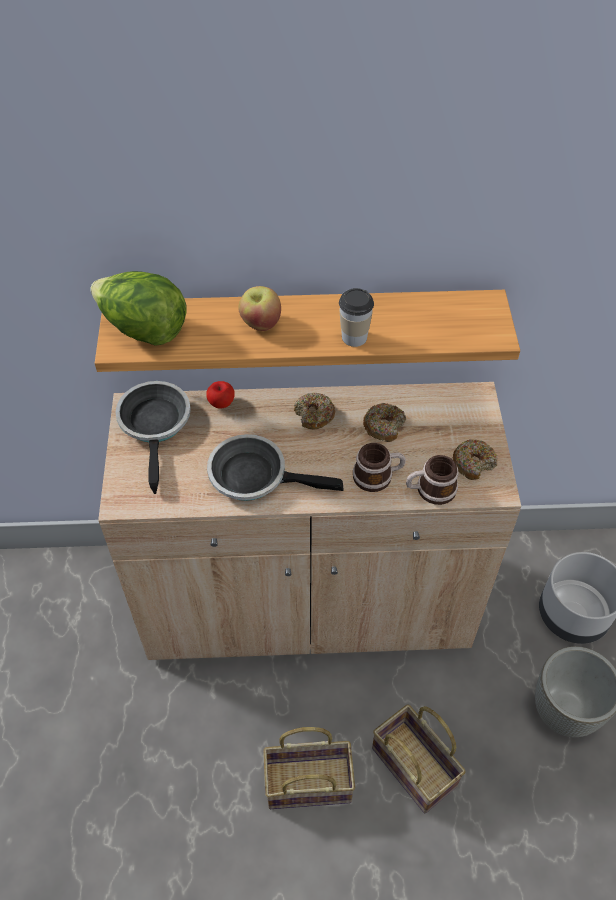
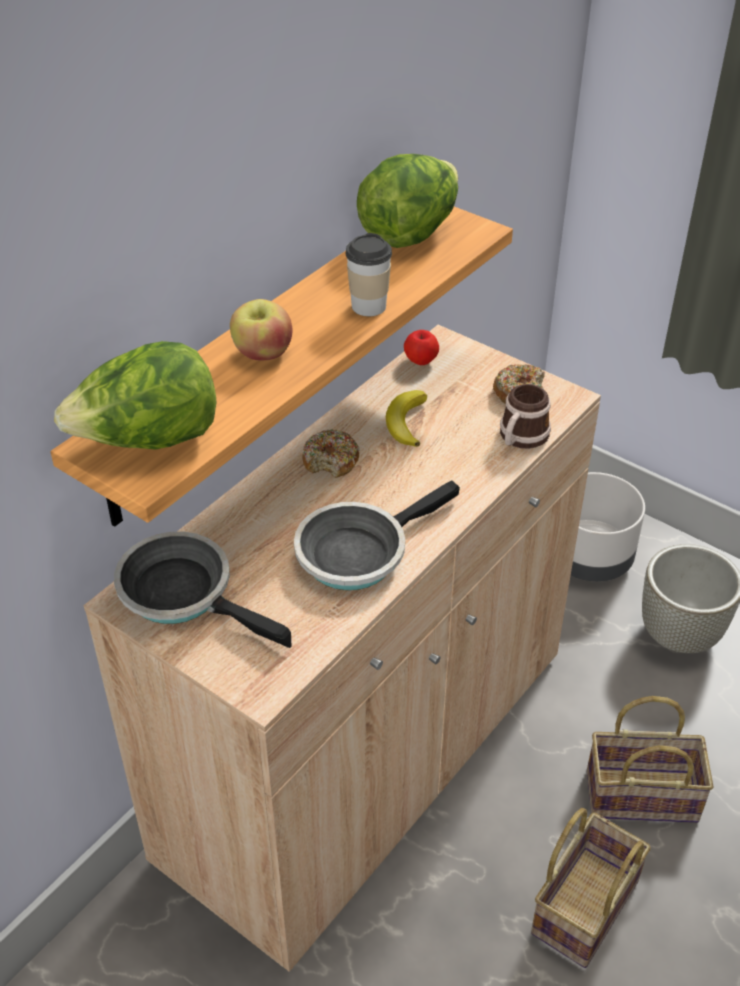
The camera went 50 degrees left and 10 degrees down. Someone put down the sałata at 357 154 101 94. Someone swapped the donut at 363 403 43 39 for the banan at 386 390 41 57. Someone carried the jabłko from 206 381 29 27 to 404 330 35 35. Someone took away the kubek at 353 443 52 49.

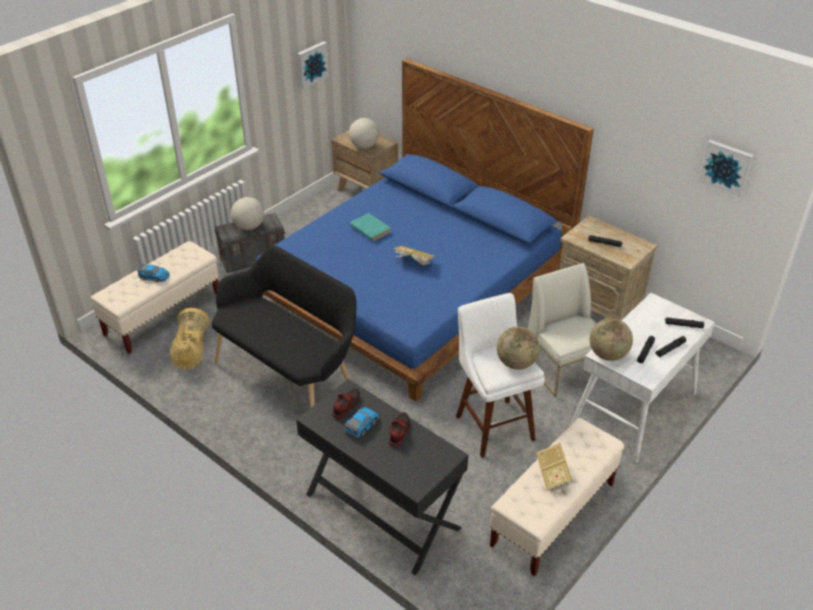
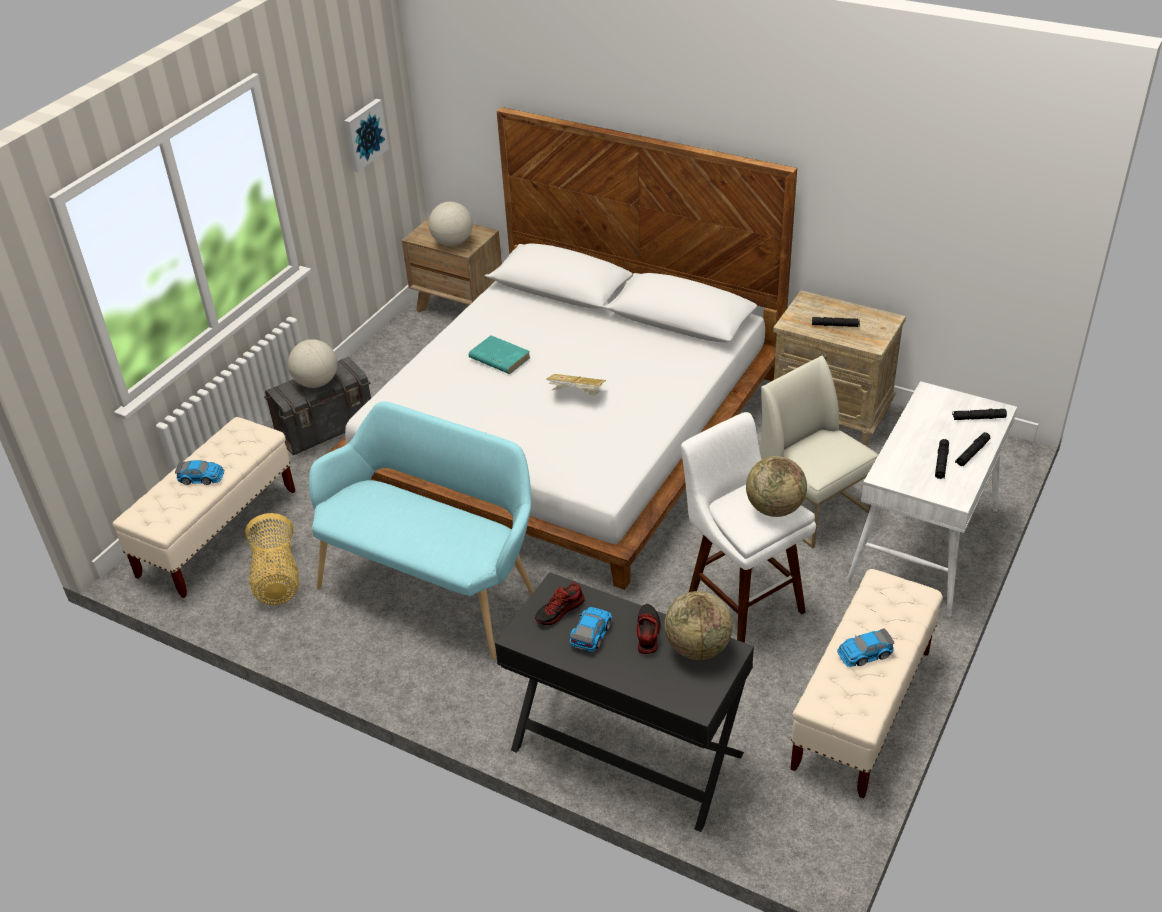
The camera went 10 degrees left and 0 degrees up. Someone repainted the ławka (czarny) at 212 246 144 162, which became the ławka (turkusowy) at 309 401 225 258. Someone repainted the łóżko (niebieski) at 256 58 337 343, which became the łóżko (biały) at 326 107 471 483. Someone rotated the but at 332 388 28 30 by 150 degrees counterclockwise. Someone carried the globus from 590 318 43 43 to 664 591 69 69. Someone swapped the książka at 536 443 38 49 for the samochodzik at 837 628 57 39. Someone took away the obraz at 698 140 56 57.

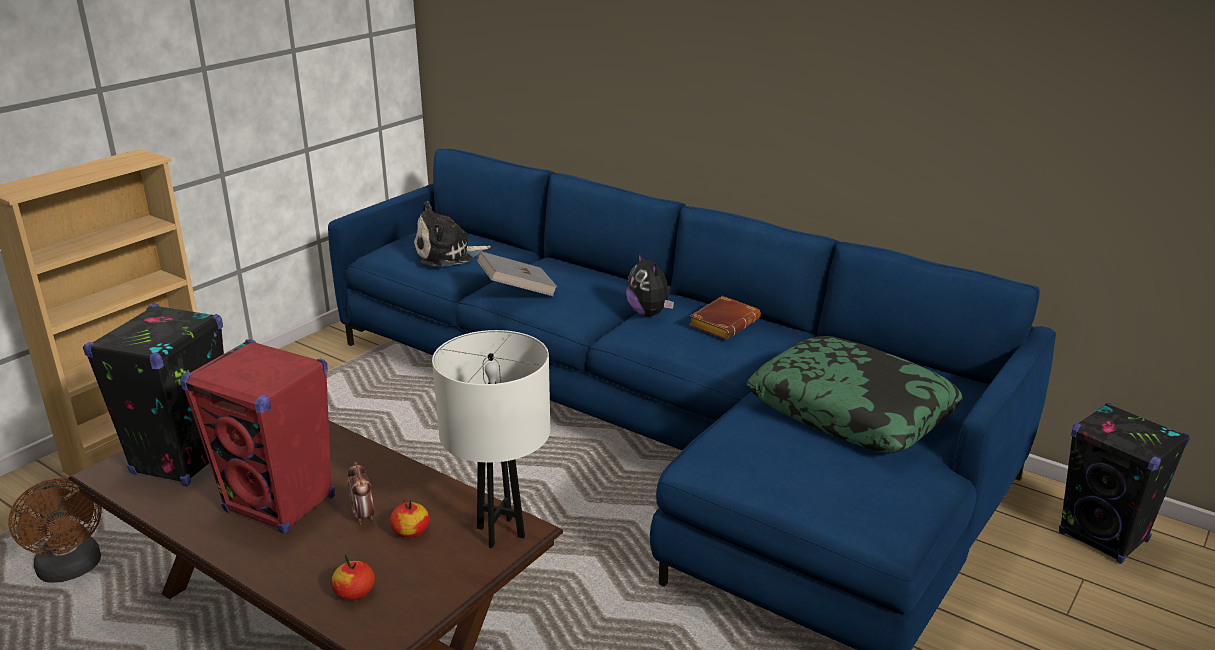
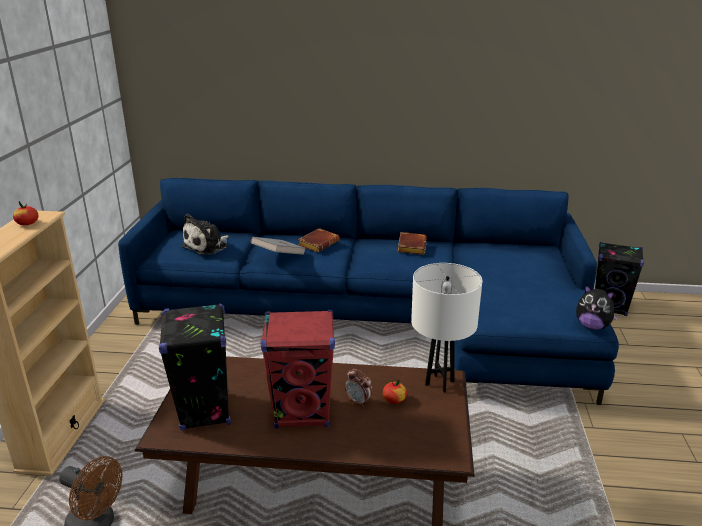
The camera went 30 degrees left and 0 degrees up. Someone carried the jabłko from 331 554 44 46 to 13 201 25 24. Someone put down the książka (brązowy) at 298 228 42 24. Someone carried the pluszak from 626 252 48 65 to 576 285 43 45. Someone took away the poduszka at 747 336 216 117.

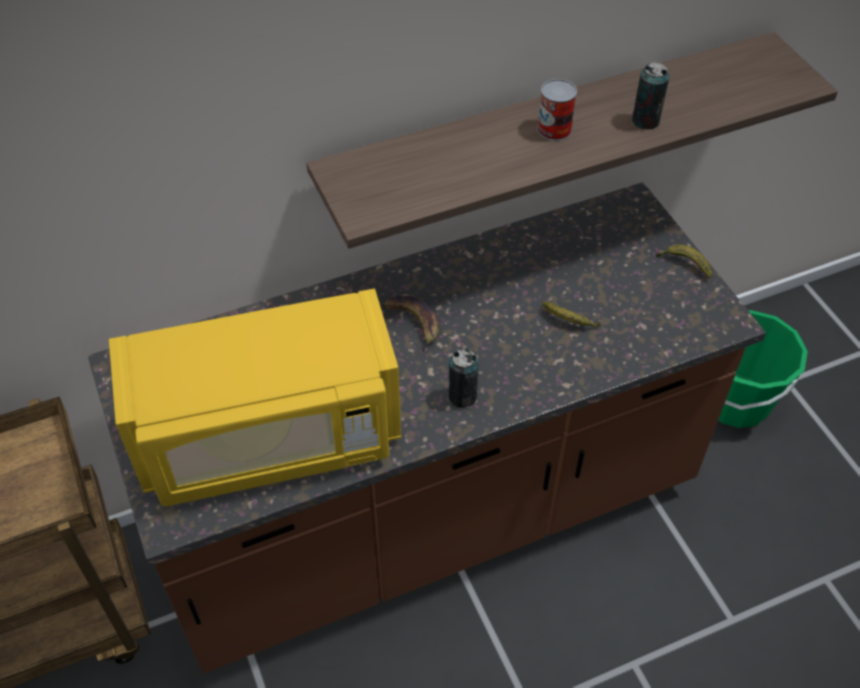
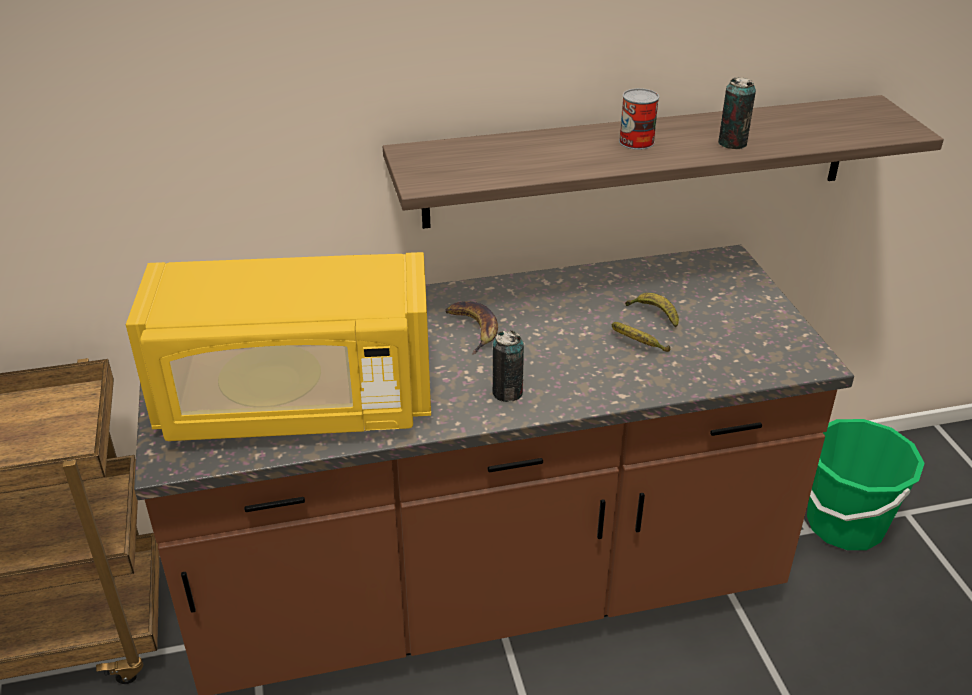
The camera went 10 degrees right and 15 degrees down. Someone carried the banan from 656 244 56 35 to 625 293 54 35.

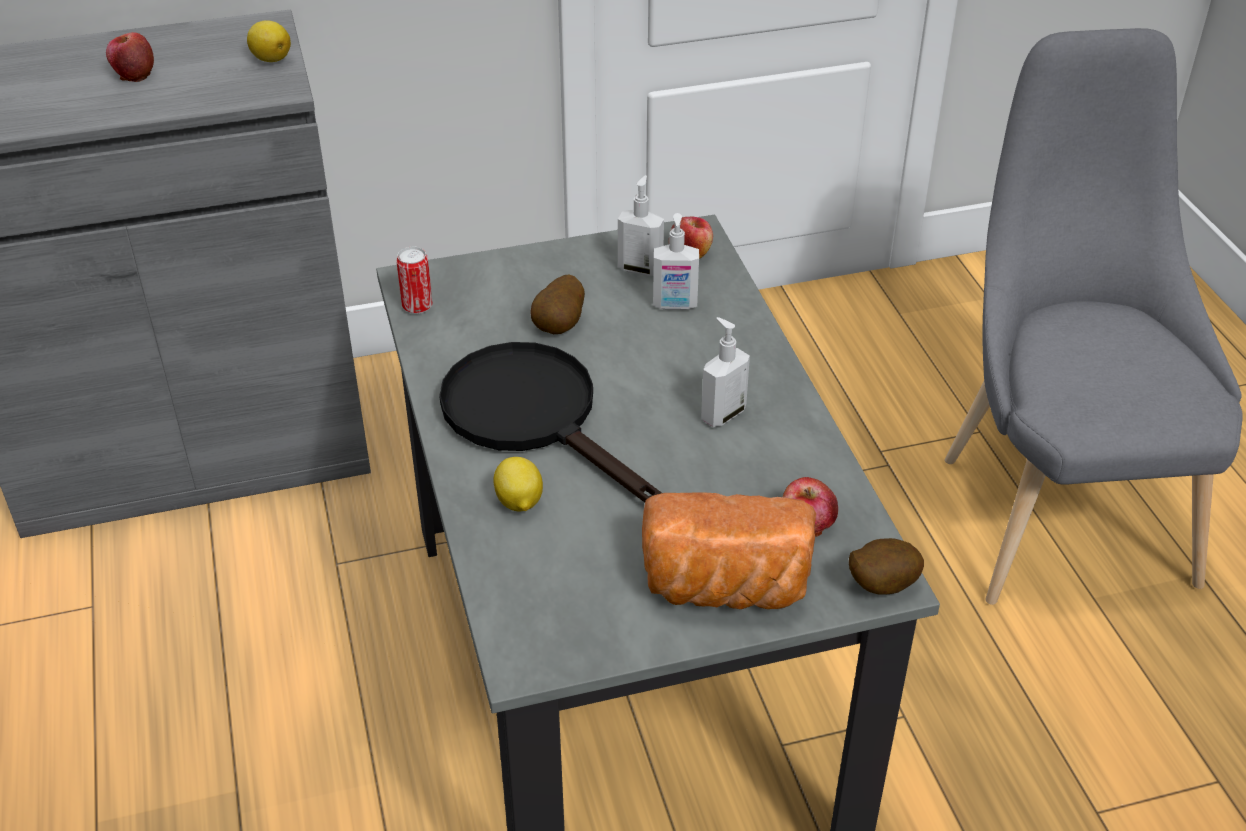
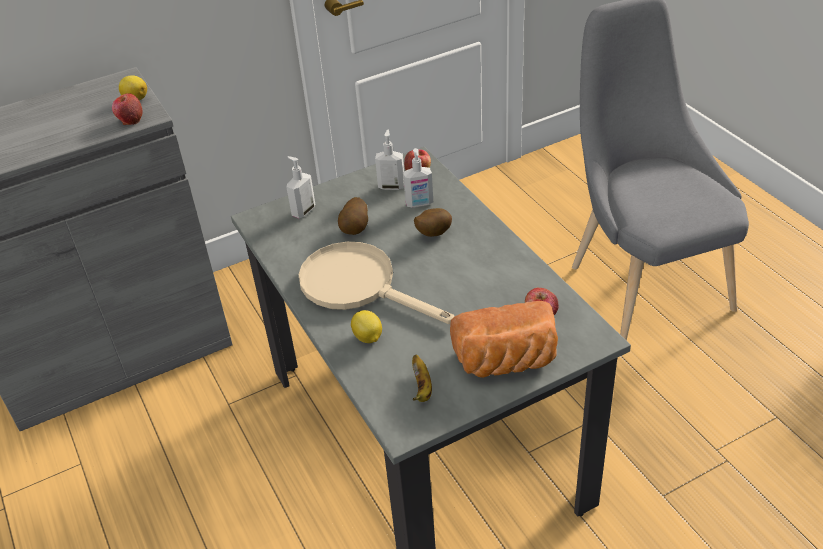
The camera went 10 degrees left and 0 degrees up. Someone carried the jabłko from 106 32 48 50 to 112 93 30 32. Someone carried the dozownik mydła from 701 317 49 110 to 286 156 29 62. Someone repainted the patelnia (czarny) at 439 342 223 160, which became the patelnia (beżowy) at 298 242 156 82. Someone put down the banan at 412 354 20 48. Someone carried the ziemniak from 849 538 75 57 to 414 208 38 29. Someone took away the puszka at 396 247 37 67.

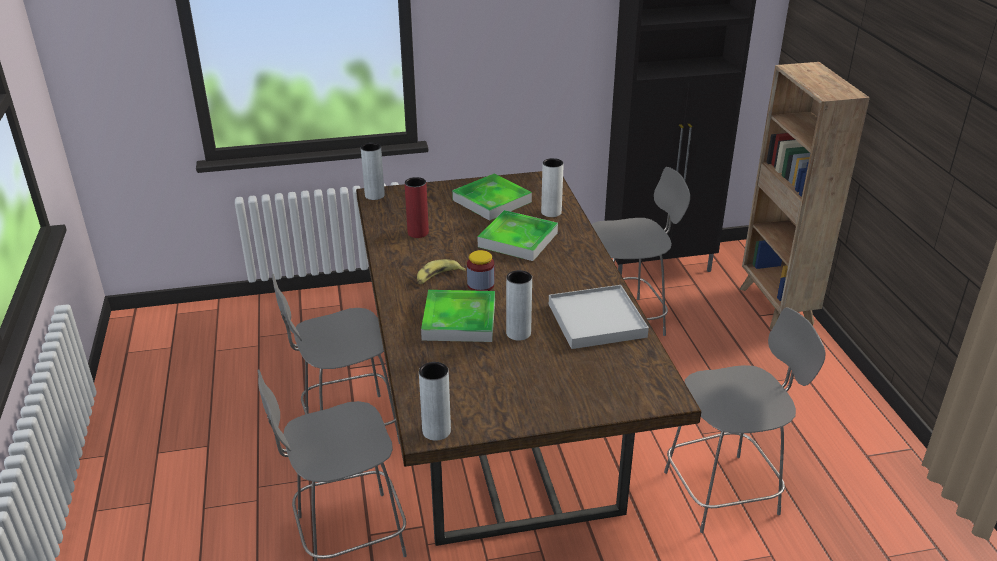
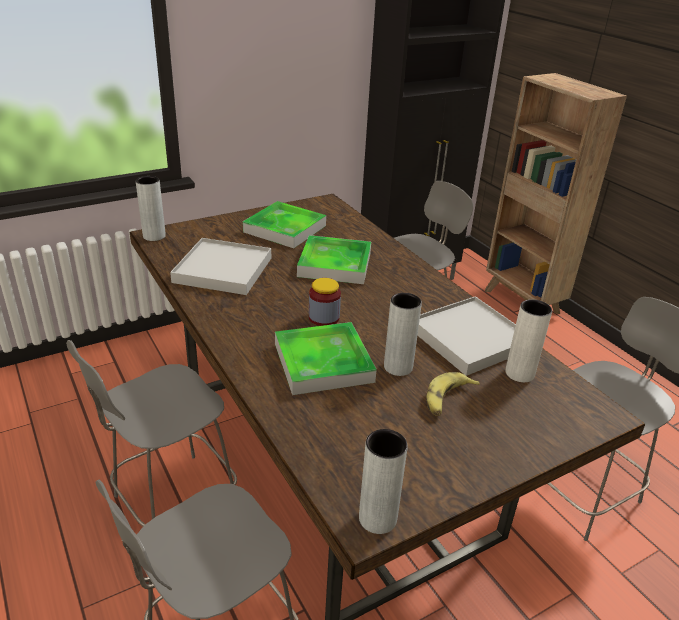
The camera went 20 degrees left and 0 degrees up. Someone swapped the wazon (czerwony) at 404 177 25 61 for the taca (biały) at 170 238 101 57. Someone carried the banan from 417 259 49 25 to 426 372 54 44. Someone carried the wazon (biały) from 541 158 23 59 to 505 299 47 83.

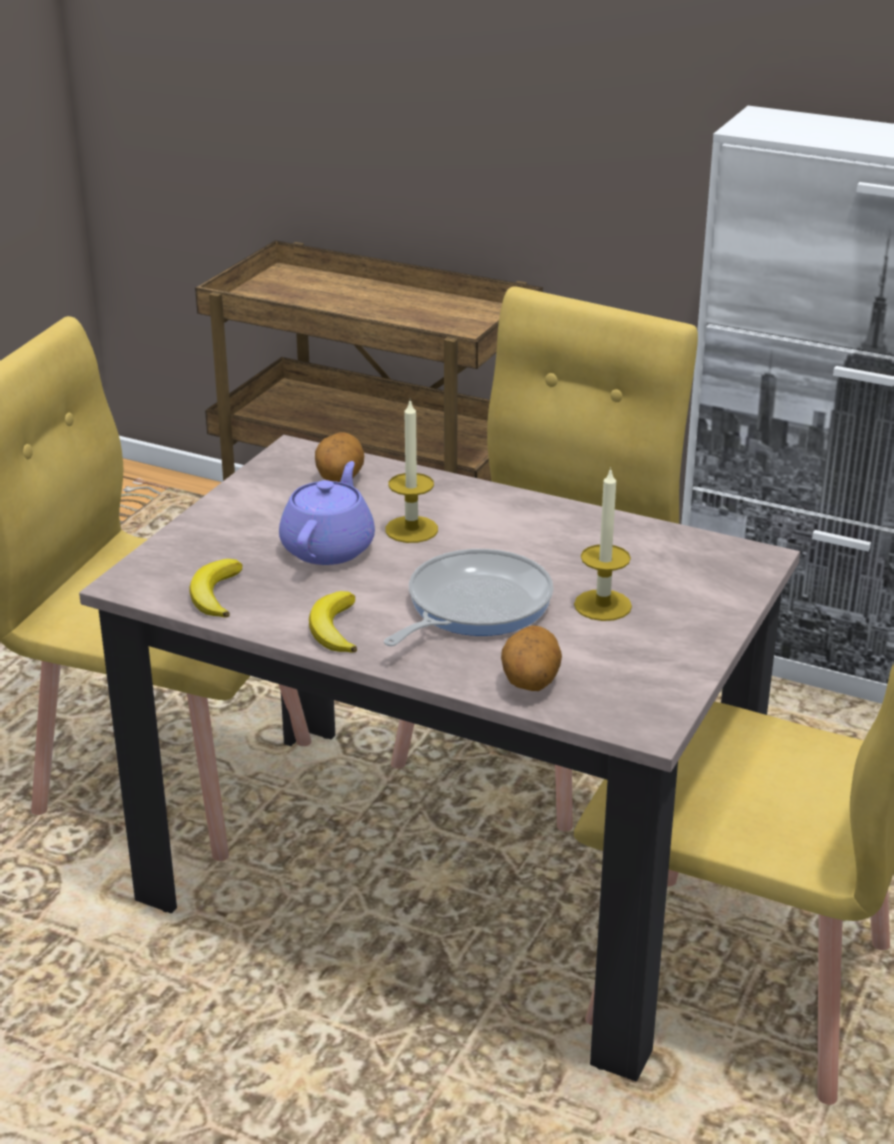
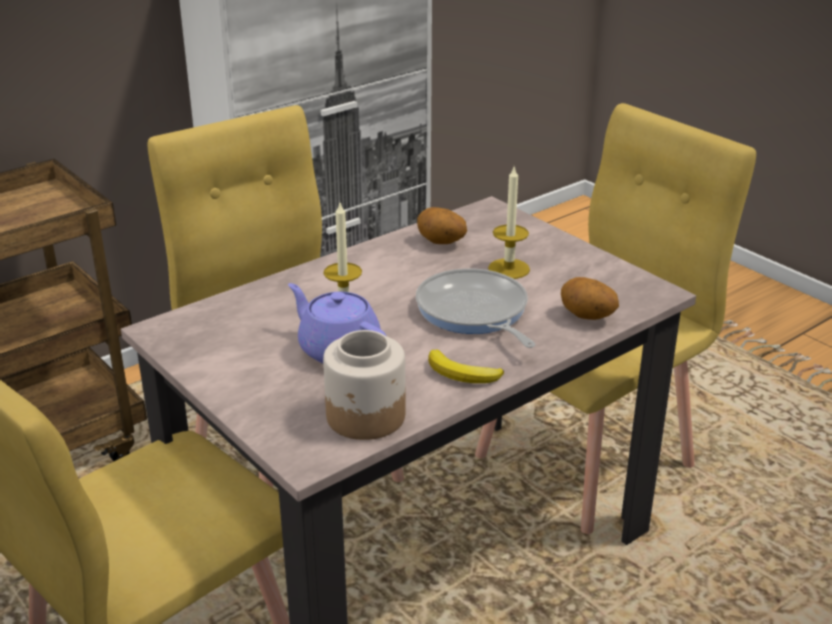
The camera went 65 degrees left and 0 degrees up. Someone swapped the banan at 189 559 53 59 for the słoik at 323 330 82 110. Someone carried the ziemniak from 315 432 49 50 to 417 207 50 37.

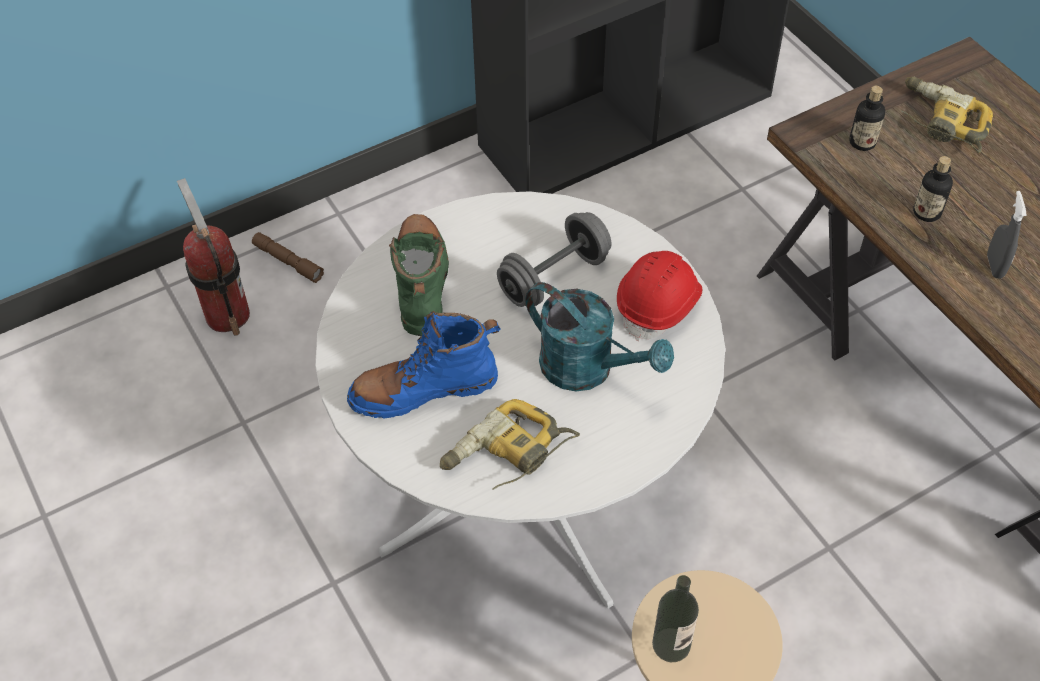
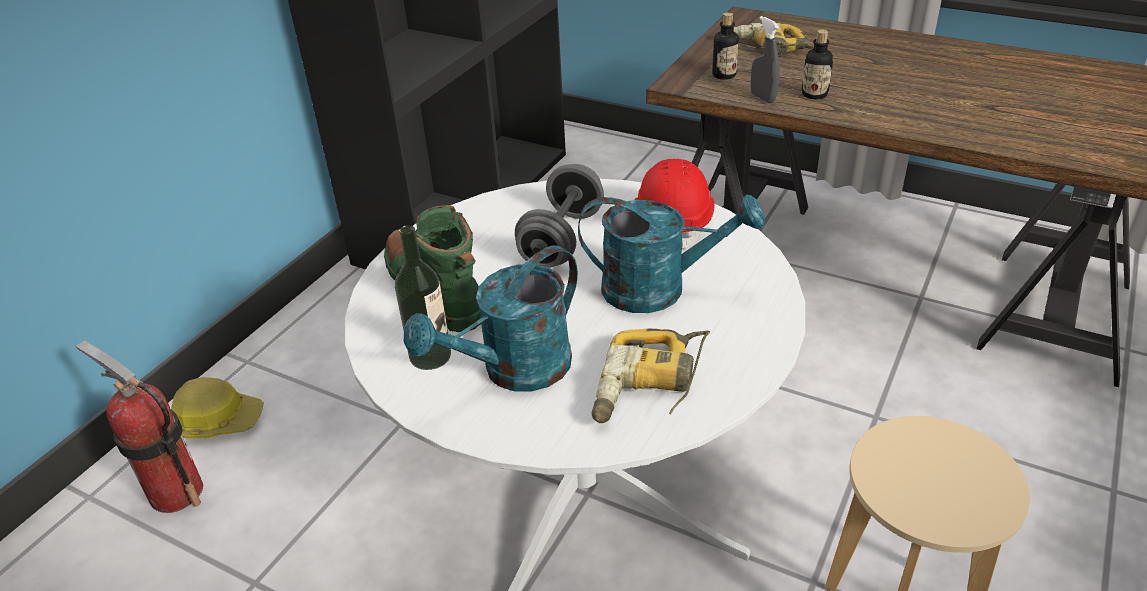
The camera went 30 degrees left and 15 degrees down. Someone swapped the latarka (brązowy) at 252 232 72 51 for the kask at 171 377 93 62. Someone carried the butelka from 652 575 47 87 to 395 225 56 145. Someone swapped the but z cholewką (niebieski) at 347 311 153 107 for the konewka (turkusowy) at 404 246 174 145. Someone carried the spryskiwacz (szary) from 987 191 40 88 to 751 16 28 87.

